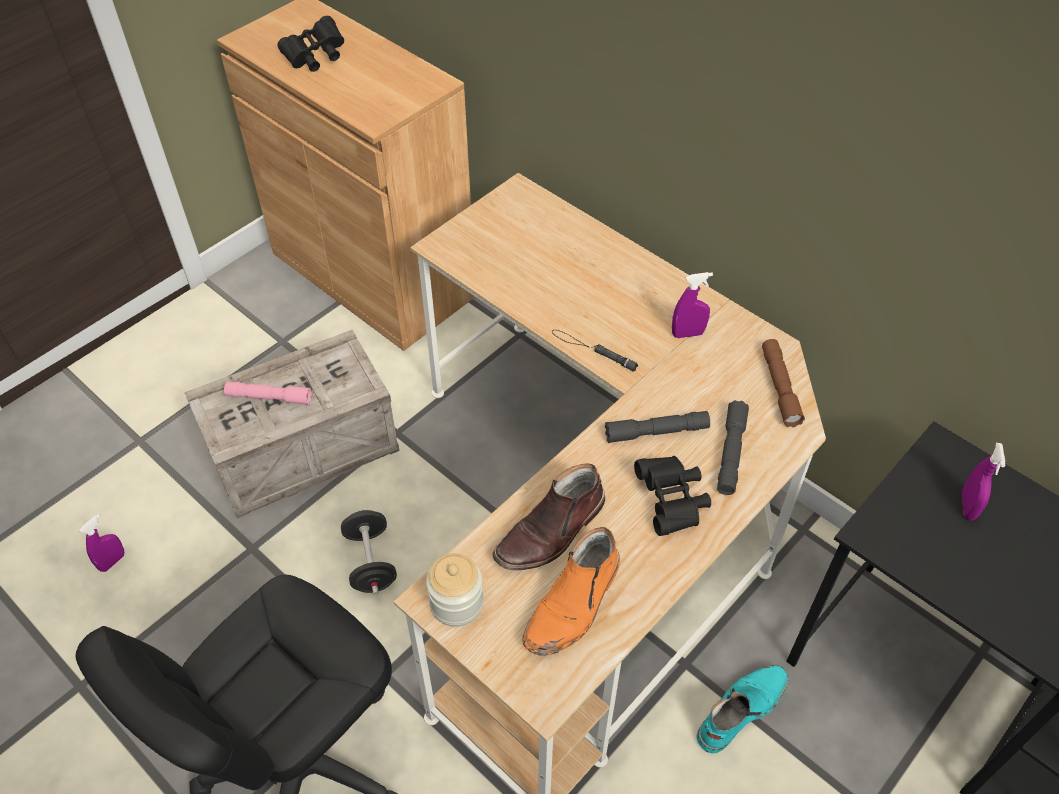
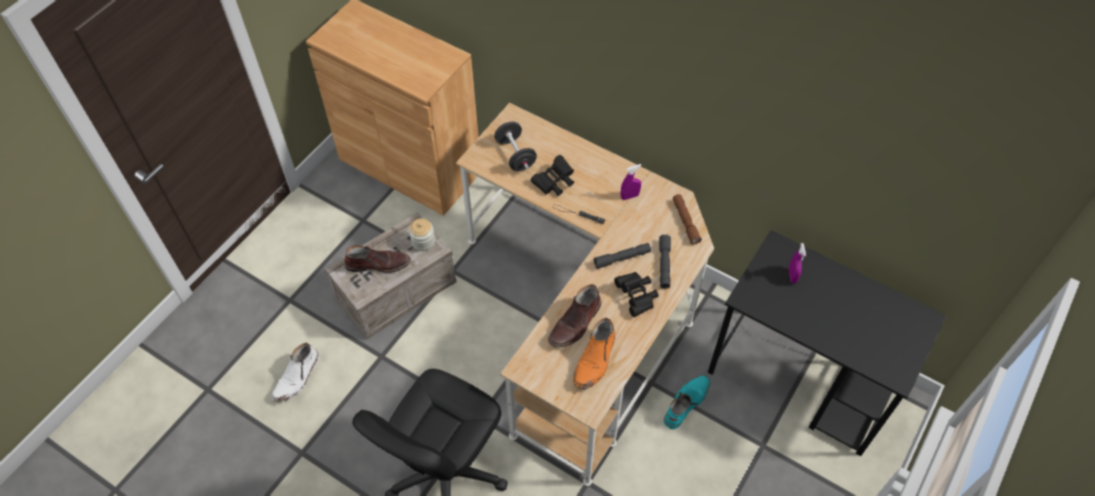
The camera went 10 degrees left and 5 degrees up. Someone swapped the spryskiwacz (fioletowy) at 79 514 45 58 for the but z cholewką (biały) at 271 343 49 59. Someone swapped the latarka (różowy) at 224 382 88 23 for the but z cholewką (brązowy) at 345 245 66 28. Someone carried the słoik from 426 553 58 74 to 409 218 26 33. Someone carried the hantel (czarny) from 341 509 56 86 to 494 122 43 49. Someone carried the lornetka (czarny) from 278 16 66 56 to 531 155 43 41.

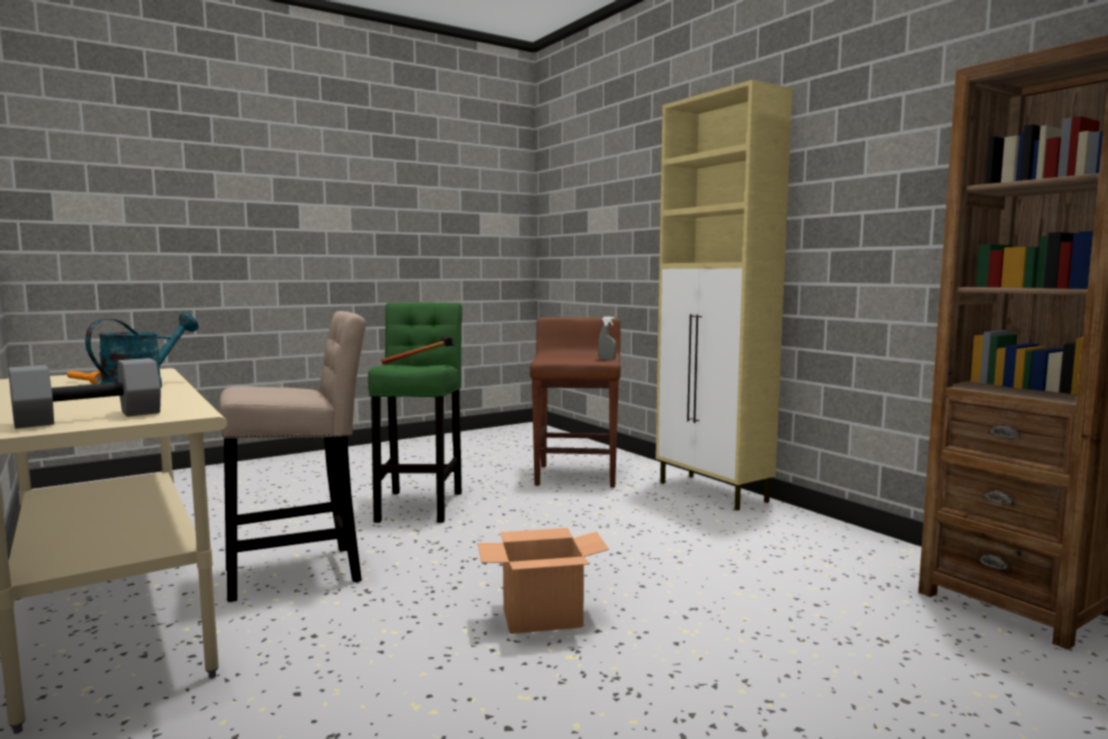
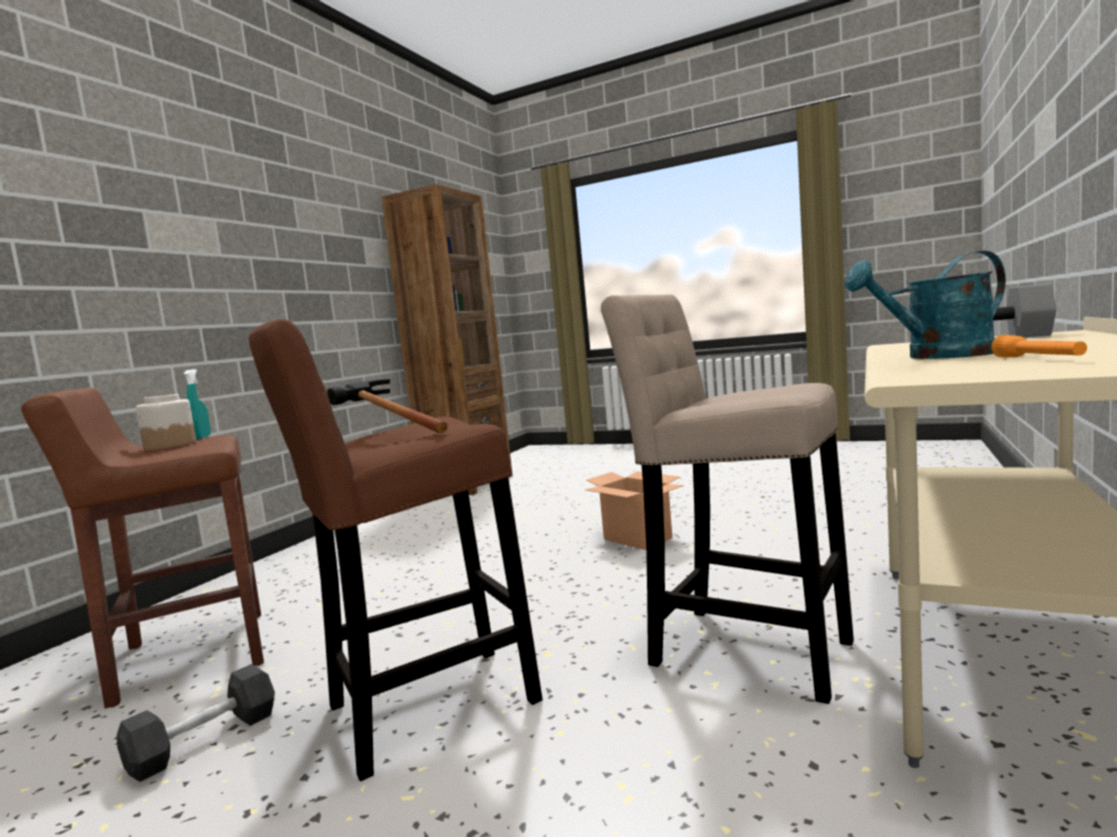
The camera went 120 degrees left and 0 degrees up. Someone put down the hantel (czarny) at 117 664 158 118. Someone put down the słoik at 136 394 60 56. Someone repainted the spryskiwacz (szary) at 598 317 18 44, which became the spryskiwacz (turkusowy) at 184 369 27 70. Someone repainted the stołek (zielony) at 368 302 94 221, which became the stołek (brązowy) at 249 319 294 462. Someone took away the szafka (beżowy) at 656 80 136 431.

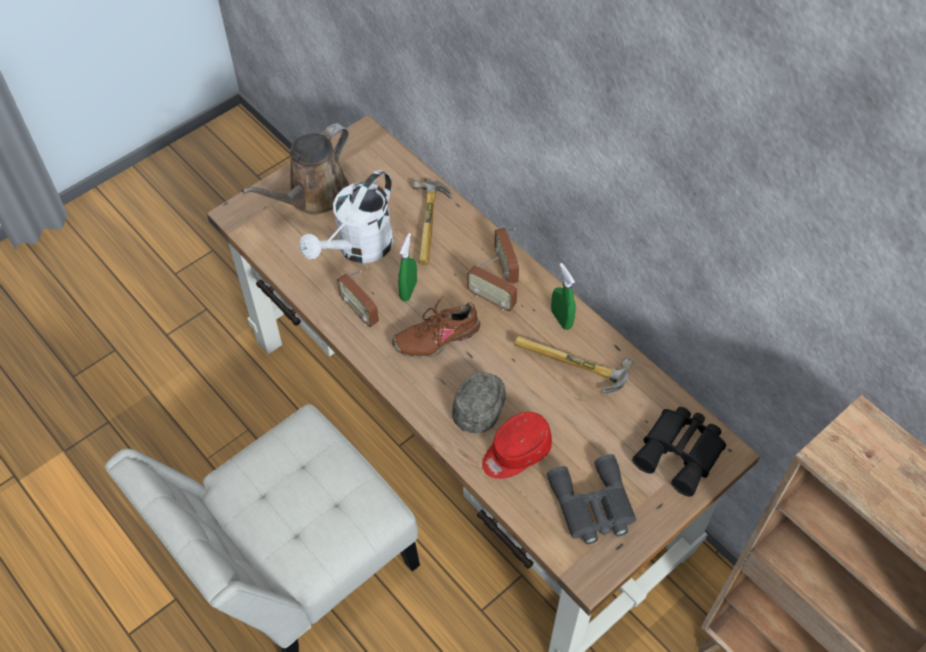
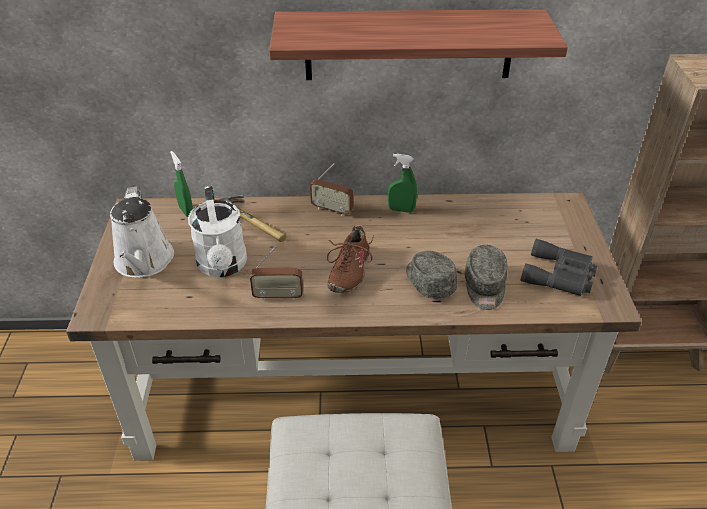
The camera went 50 degrees left and 15 degrees down. Someone repainted the konewka (brązowy) at 242 123 107 92, which became the konewka (biały) at 110 186 64 92. Someone carried the spryskiwacz (zielony) from 398 233 19 68 to 170 151 23 66. Someone put up the półka at 269 9 299 71. Someone repainted the czapka z daszkiem (czerwony) at 482 412 70 67, which became the czapka z daszkiem (szary) at 465 245 43 65. Someone took away the radio at 467 257 50 54. Someone took away the młotek at 514 336 119 59. Someone took away the lornetka (czarny) at 632 407 94 90.

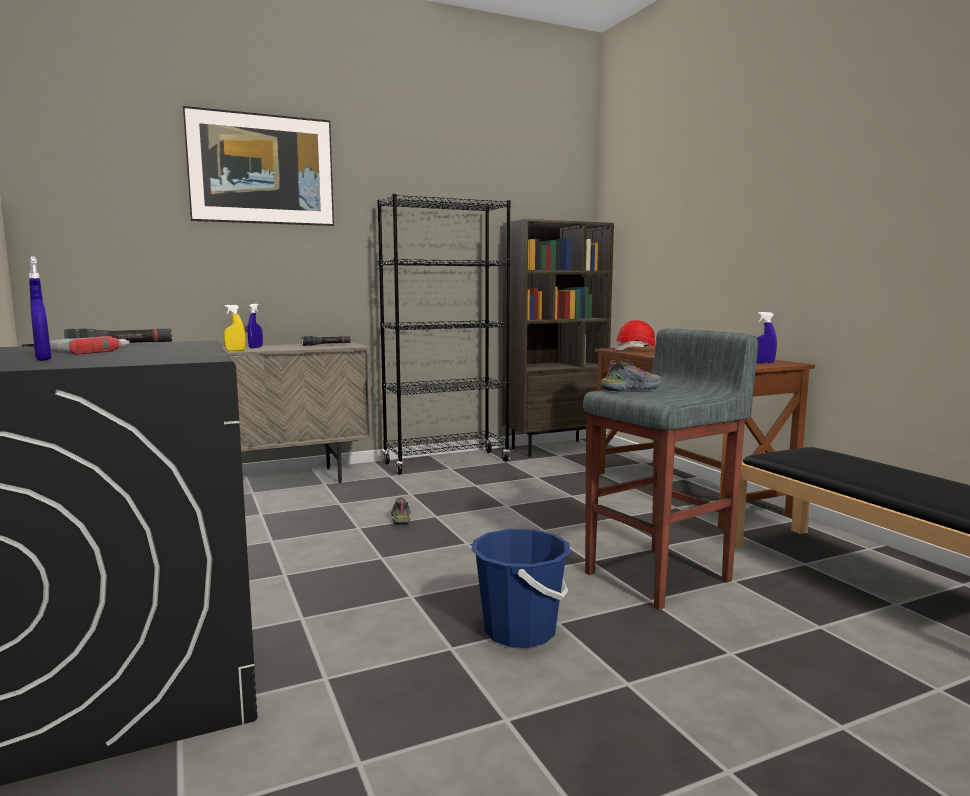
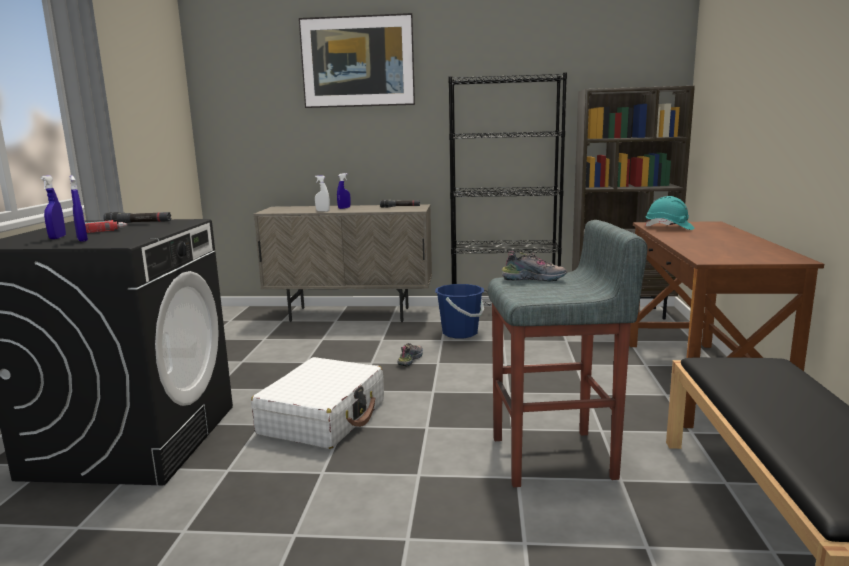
The camera went 30 degrees right and 5 degrees up. Someone carried the spryskiwacz (niebieski) from 757 312 20 51 to 69 175 19 67. Someone put down the walizka (biały) at 251 357 133 92. Someone repainted the spryskiwacz (żółty) at 224 305 22 46, which became the spryskiwacz (biały) at 315 175 15 37. Someone carried the wiadro (niebieski) from 471 529 100 119 to 435 284 49 54. Someone repainted the kask (czerwony) at 615 320 40 30, which became the kask (turkusowy) at 645 196 49 34.

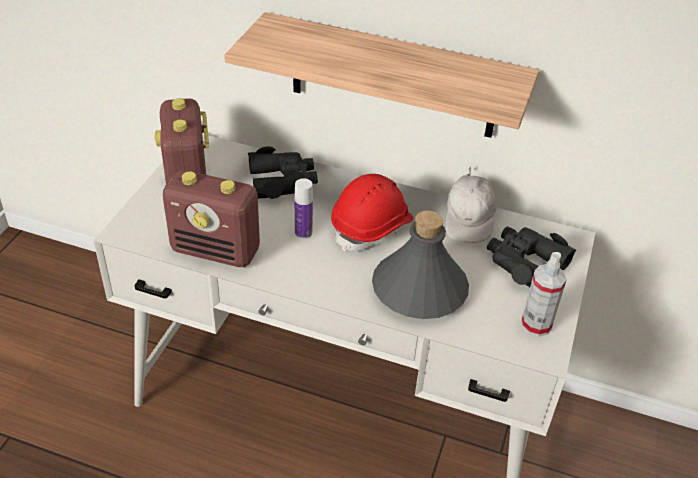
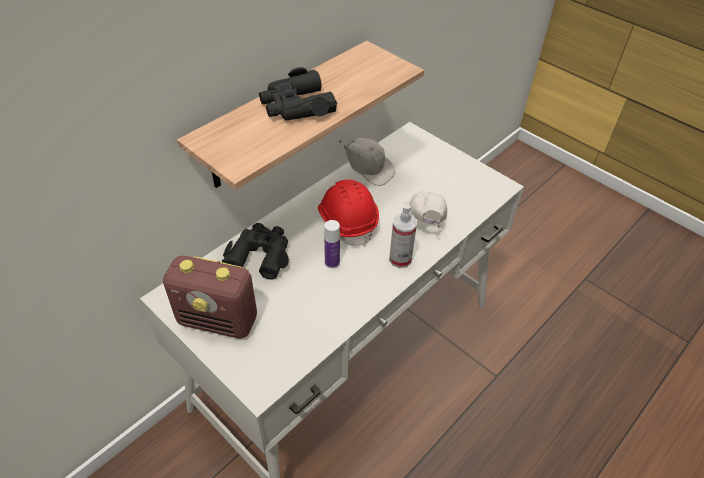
The camera went 65 degrees left and 5 degrees up. Someone carried the lornetka (czarny) from 487 226 89 61 to 259 67 78 53. Someone carried the spryskiwacz from 521 252 46 85 to 389 204 28 64. Someone swapped the butelka (szary) at 372 211 97 108 for the czapka z daszkiem (biały) at 404 191 43 37. Someone took away the radio at 162 170 98 97.

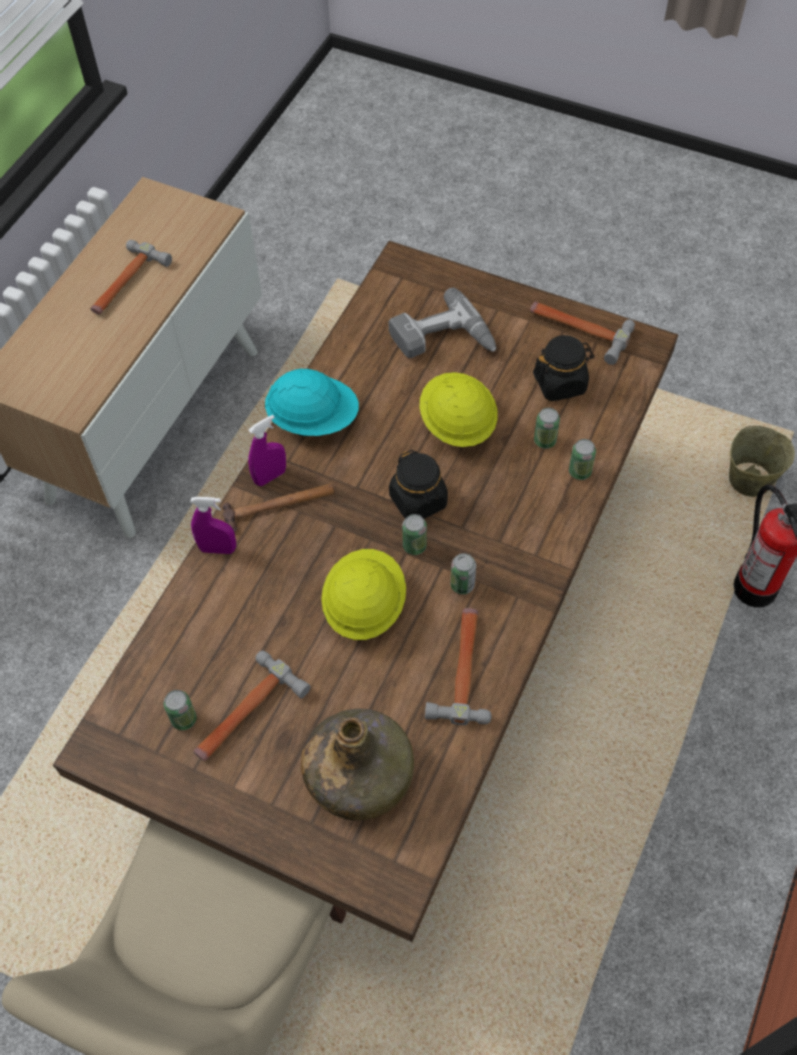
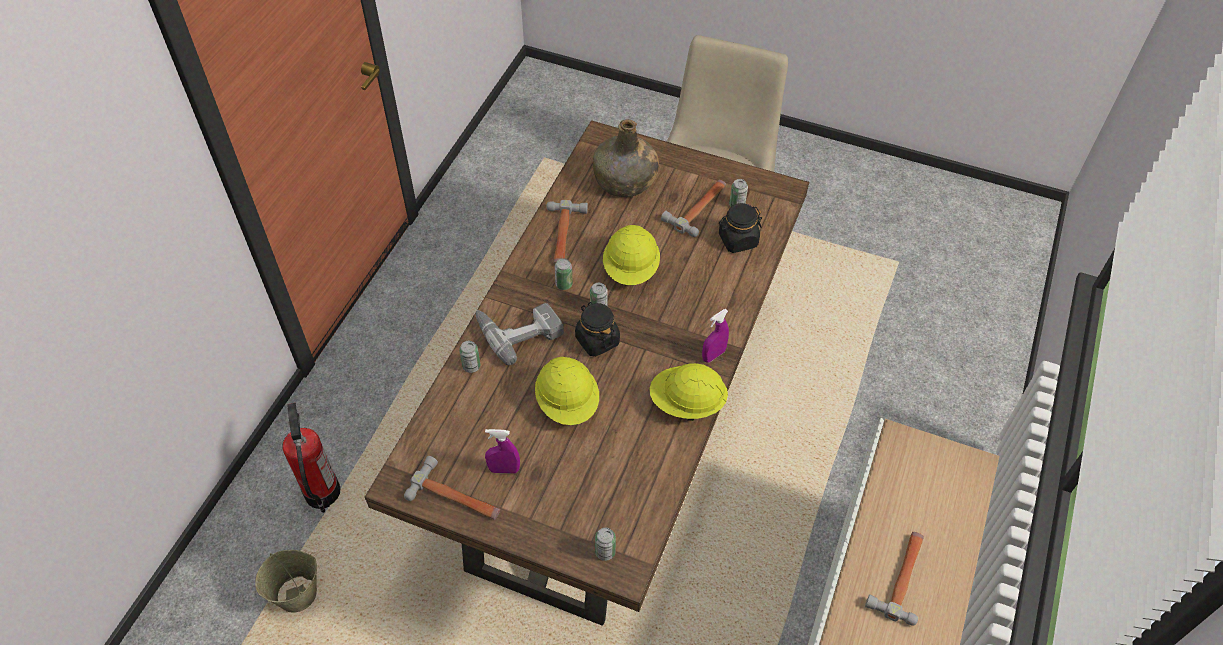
The camera went 175 degrees right and 5 degrees down. Someone carried the wiertarka from 388 288 108 70 to 476 303 88 62. Someone carried the spryskiwacz (fioletowy) from 190 497 46 57 to 485 429 35 45. Someone carried the puszka from 534 408 26 41 to 595 528 21 33. Someone repainted the kask (turkusowy) at 265 369 94 68, which became the kask (żółty) at 649 363 79 58. Someone carried the słoik (czarny) from 533 335 62 66 to 719 203 43 50. Someone took away the młotek at 223 483 111 49.

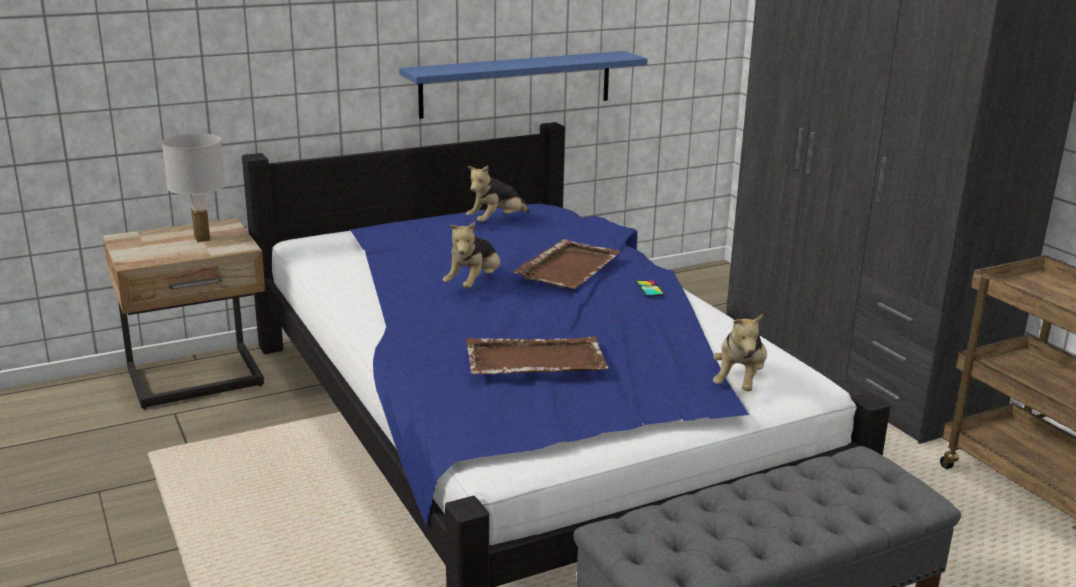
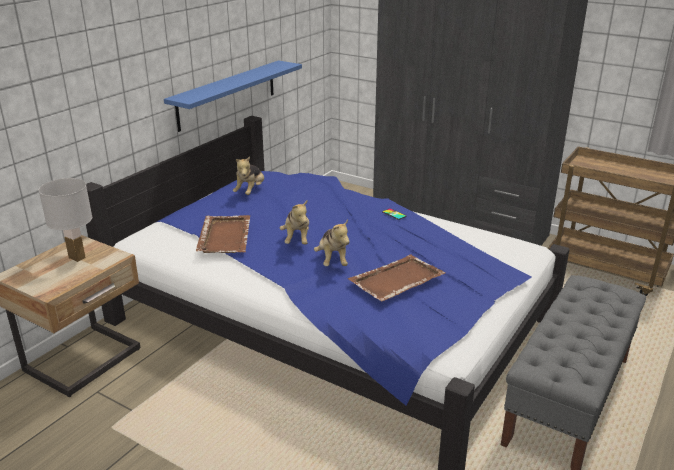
The camera went 30 degrees left and 5 degrees up. Someone carried the taca (brązowy) from 513 239 108 50 to 196 215 54 38. Someone carried the pluszak from 713 314 54 77 to 314 220 36 46.

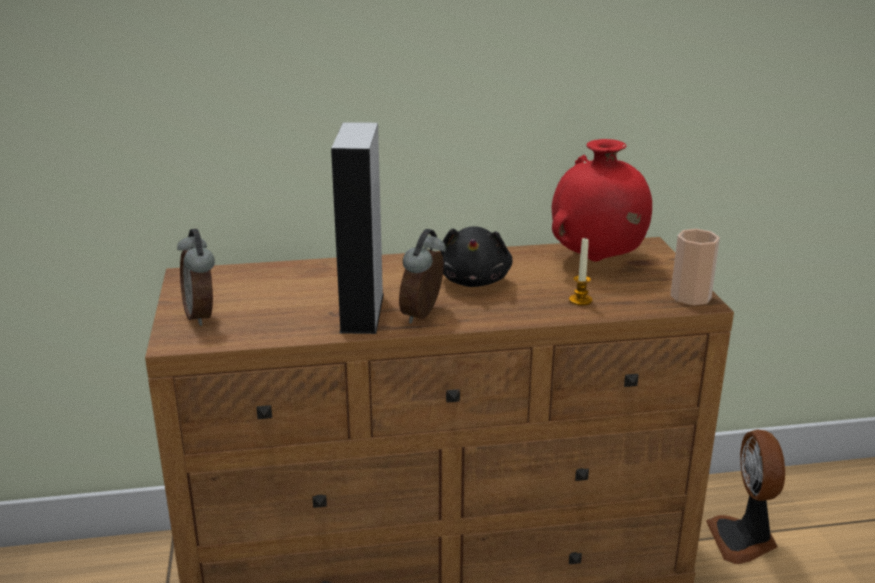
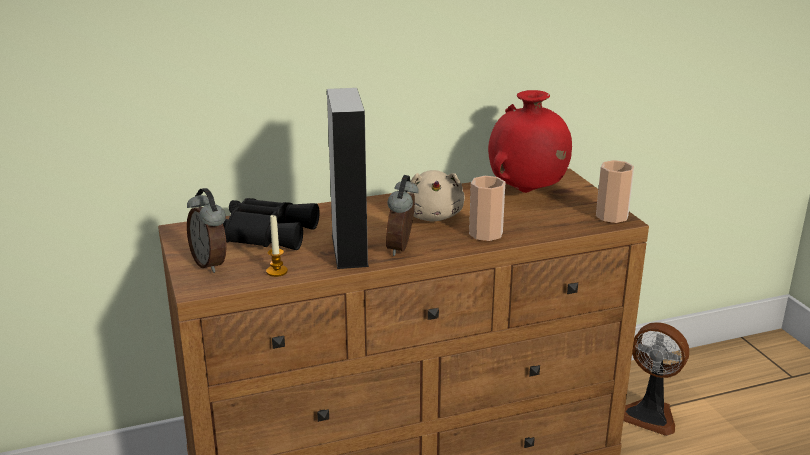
The camera went 10 degrees left and 0 degrees up. Someone put down the lornetka (czarny) at 223 198 96 52. Someone carried the świeca from 569 237 23 69 to 266 215 22 62. Someone repainted the pluszak (czarny) at 440 226 73 61, which became the pluszak (beżowy) at 407 170 58 52. Someone put down the filiżanka at 469 176 36 65. Someone rotated the wentylator at 706 430 79 134 by 45 degrees counterclockwise.

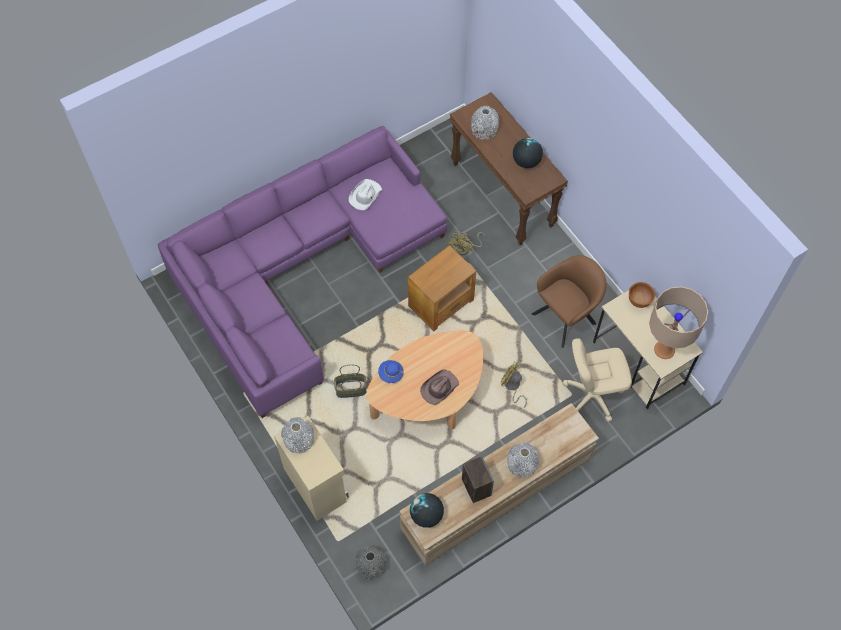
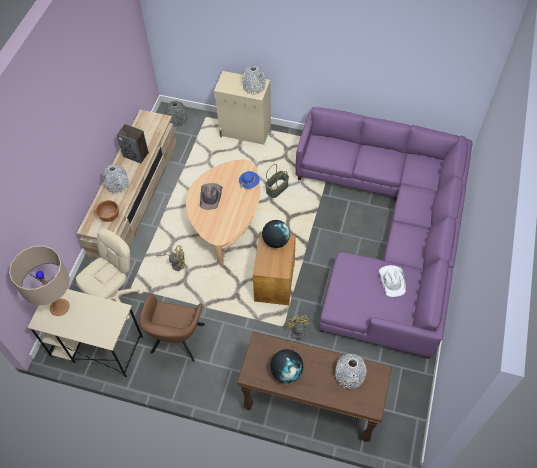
The camera went 140 degrees right and 5 degrees down. Someone carried the miska (brązowy) from 629 282 26 26 to 96 200 23 22. Someone carried the globus from 410 493 34 35 to 262 220 28 28.

